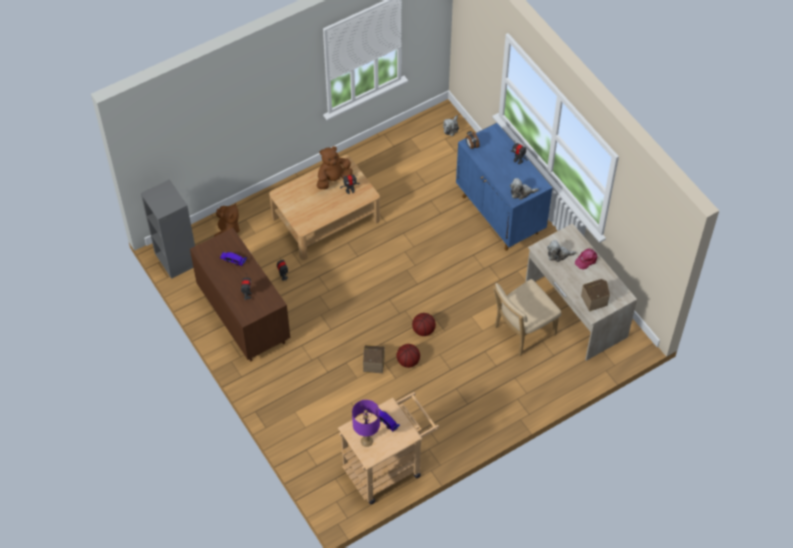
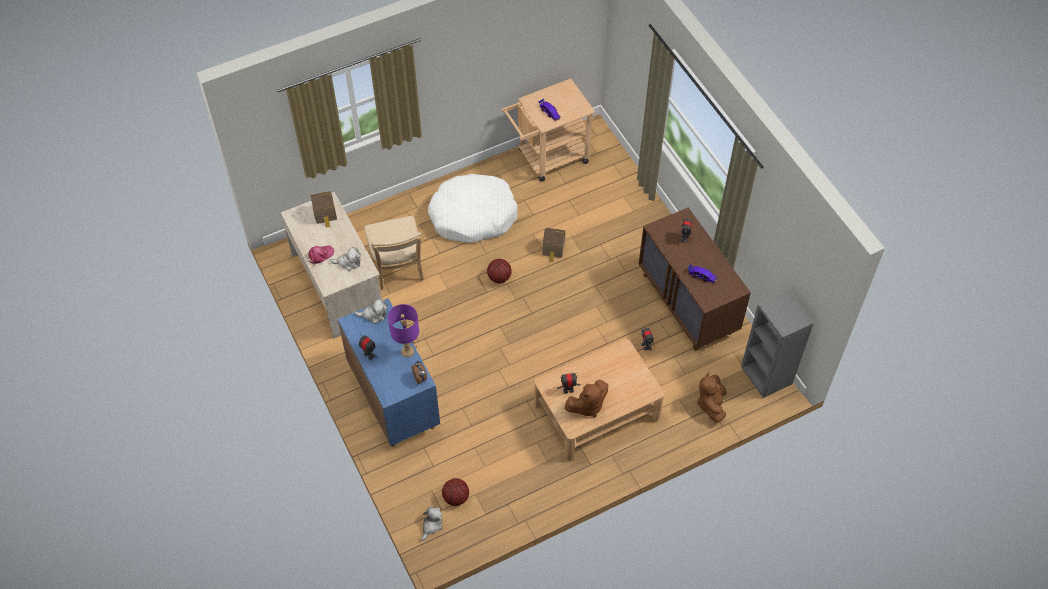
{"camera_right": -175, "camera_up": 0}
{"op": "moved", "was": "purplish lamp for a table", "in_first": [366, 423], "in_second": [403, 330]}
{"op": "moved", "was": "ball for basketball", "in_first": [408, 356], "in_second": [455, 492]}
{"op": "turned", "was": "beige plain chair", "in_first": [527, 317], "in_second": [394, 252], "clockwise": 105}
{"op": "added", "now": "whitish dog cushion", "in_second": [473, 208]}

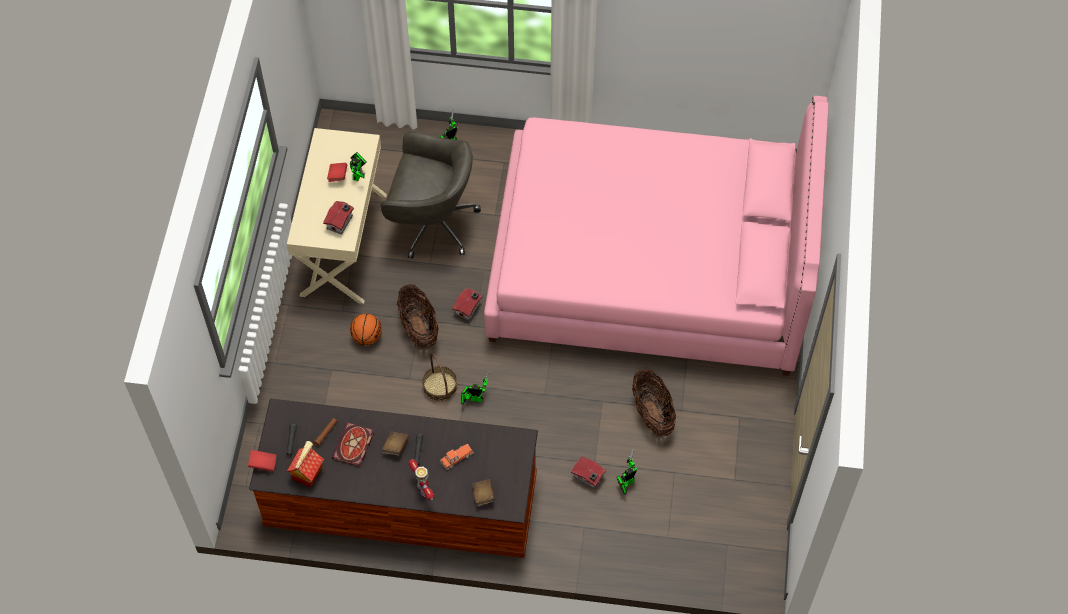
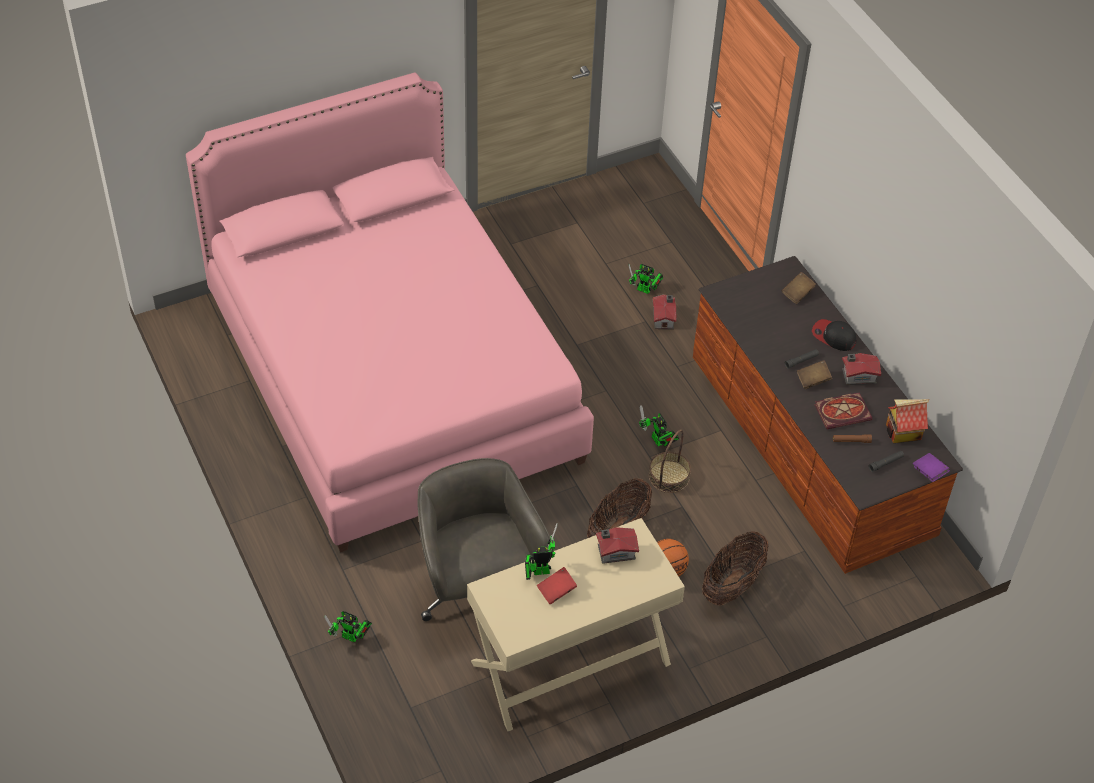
{"camera_right": -125, "camera_up": -10}
{"op": "recoloured", "was": "red-coloured volume", "now": "purplish volume", "in_first": [262, 461], "in_second": [931, 467]}
{"op": "replaced", "was": "robot figure", "now": "baseball cap", "in_first": [422, 479], "in_second": [834, 335]}
{"op": "removed", "was": "toy car", "in_first": [457, 457]}
{"op": "moved", "was": "toy house", "in_first": [467, 304], "in_second": [861, 369]}
{"op": "moved", "was": "basket", "in_first": [654, 402], "in_second": [735, 568]}

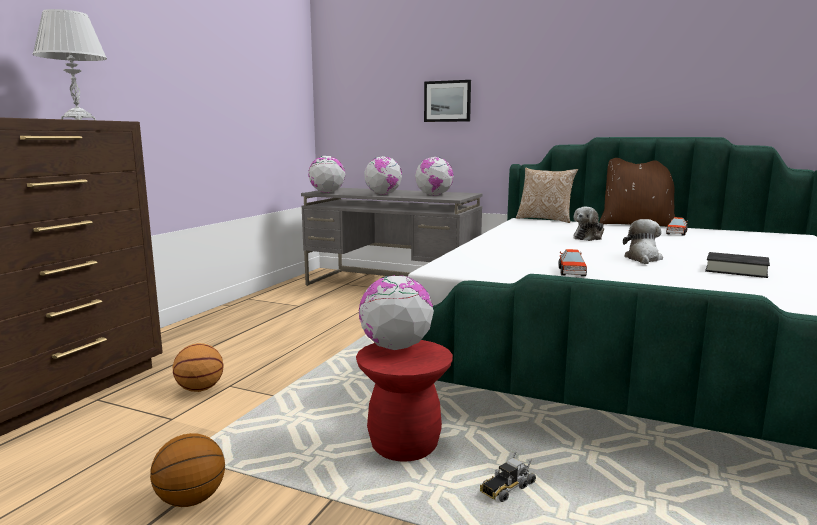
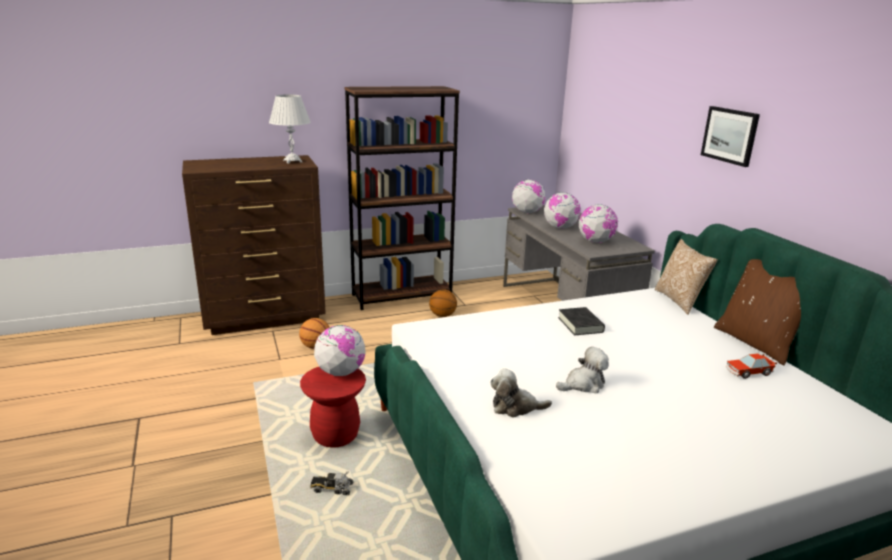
{"camera_right": 45, "camera_up": 10}
{"op": "moved", "was": "ball for basketball", "in_first": [187, 470], "in_second": [443, 303]}
{"op": "moved", "was": "wall art", "in_first": [447, 101], "in_second": [730, 136]}
{"op": "removed", "was": "toy car", "in_first": [572, 262]}
{"op": "moved", "was": "soft toy", "in_first": [589, 224], "in_second": [521, 393]}
{"op": "moved", "was": "blackish volume", "in_first": [737, 265], "in_second": [581, 321]}
{"op": "added", "now": "brown bookcase", "in_second": [402, 198]}

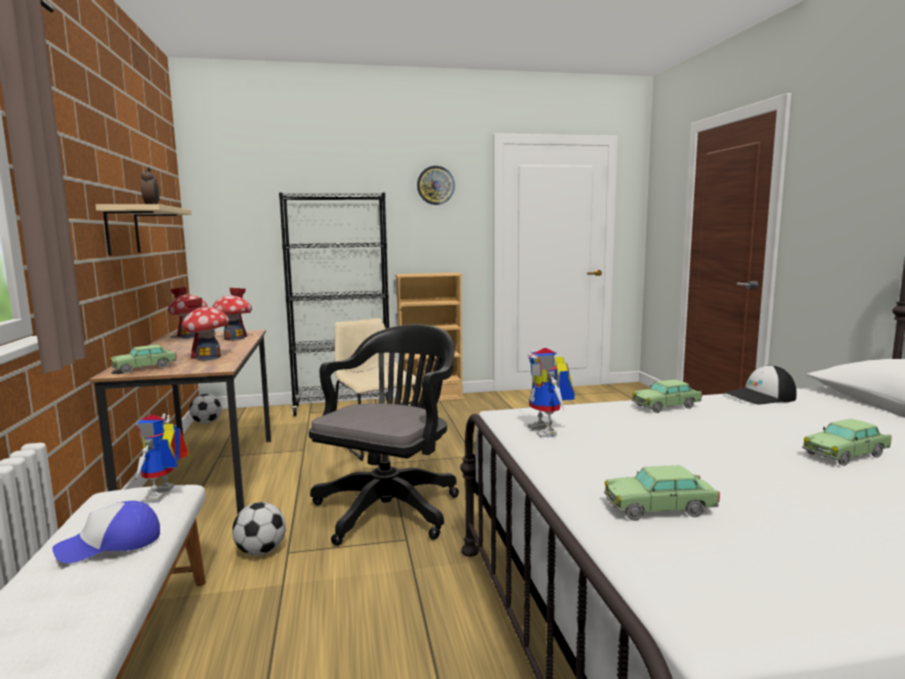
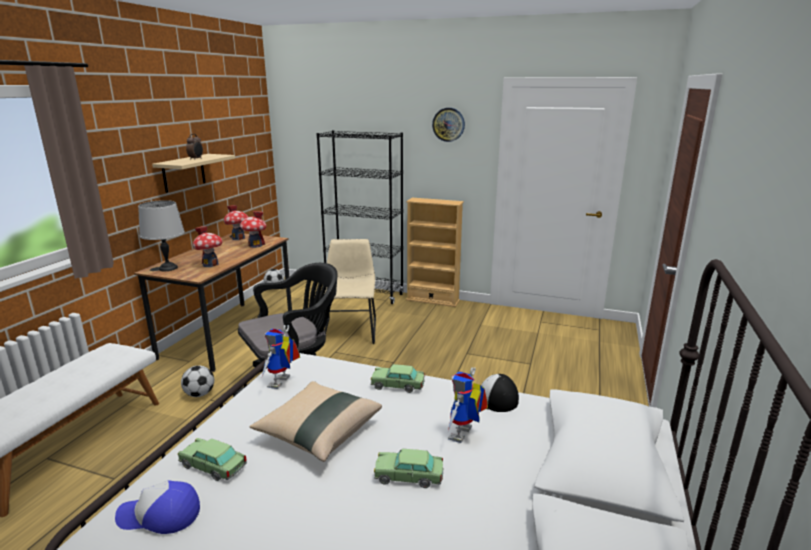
{"camera_right": 30, "camera_up": 10}
{"op": "moved", "was": "baseball cap", "in_first": [106, 532], "in_second": [157, 507]}
{"op": "replaced", "was": "toy car", "now": "grey lamp for a table", "in_first": [144, 359], "in_second": [161, 235]}
{"op": "moved", "was": "robot figure", "in_first": [162, 458], "in_second": [468, 405]}
{"op": "added", "now": "beige pillow", "in_second": [316, 421]}

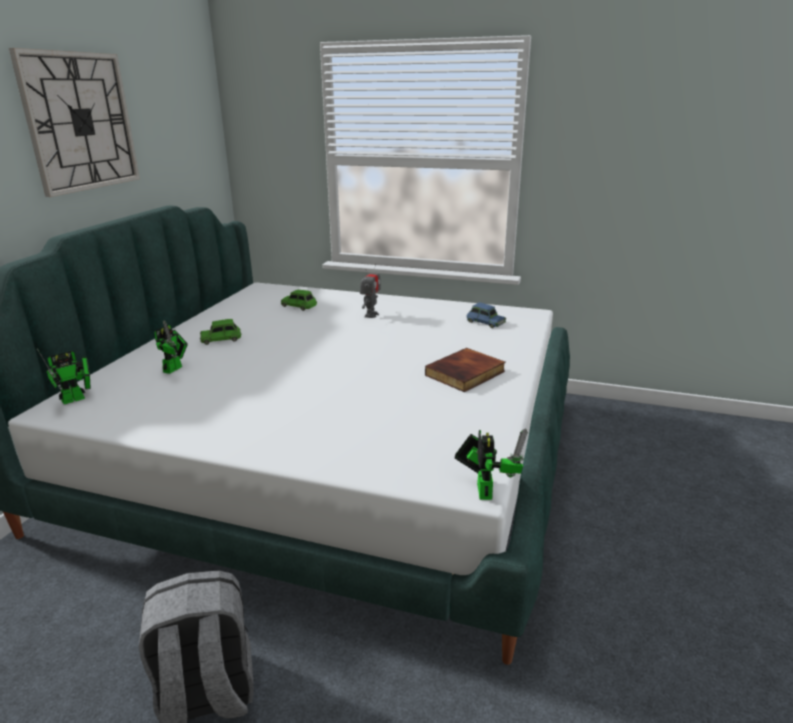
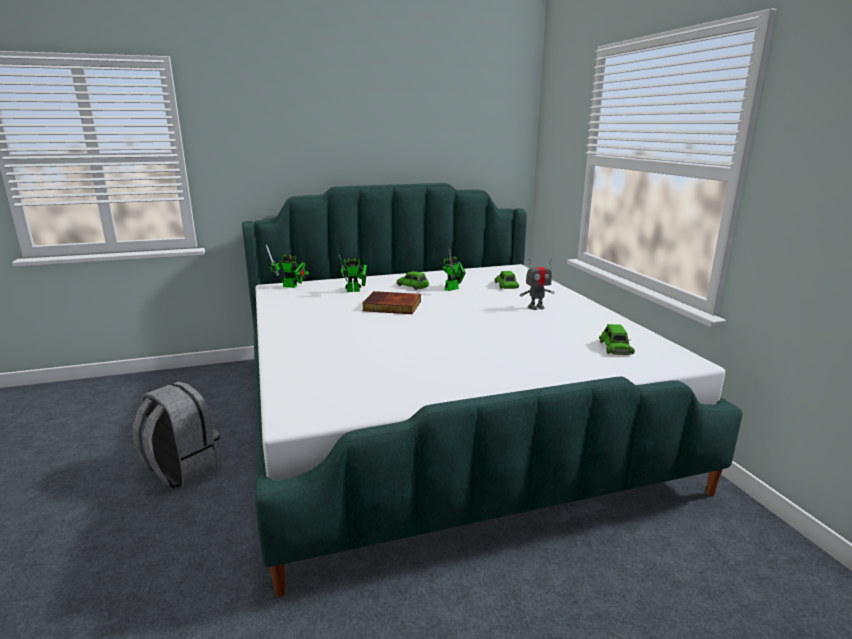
{"camera_right": 55, "camera_up": -5}
{"op": "removed", "was": "wall clock", "in_first": [74, 122]}
{"op": "moved", "was": "volume", "in_first": [465, 370], "in_second": [391, 302]}
{"op": "moved", "was": "robot figure", "in_first": [491, 464], "in_second": [454, 270]}
{"op": "recoloured", "was": "blue toy car", "now": "greenish toy car", "in_first": [486, 315], "in_second": [617, 339]}

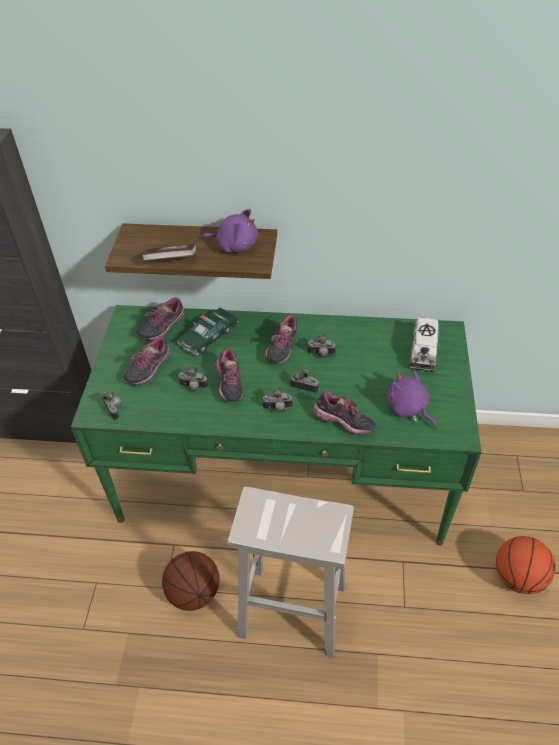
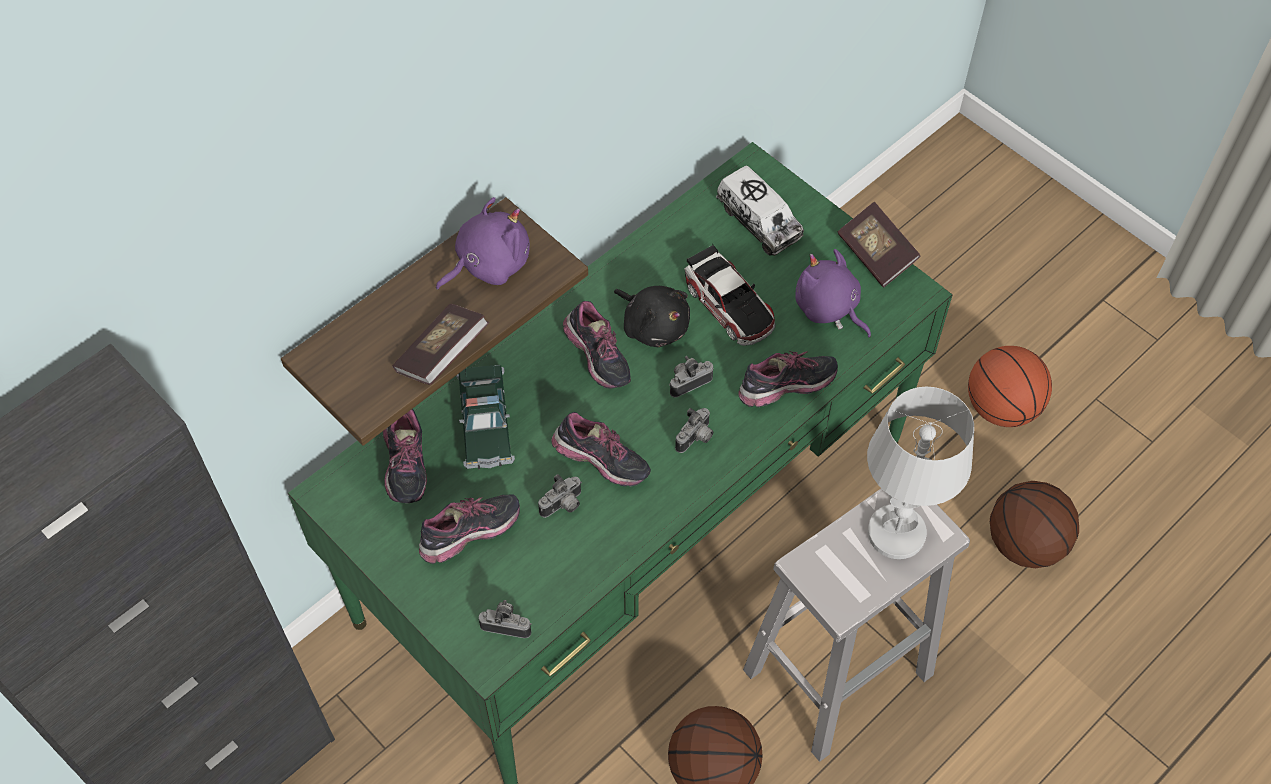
{"camera_right": -50, "camera_up": 10}
{"op": "turned", "was": "item of footwear", "in_first": [147, 361], "in_second": [469, 529], "clockwise": -105}
{"op": "replaced", "was": "photo camera", "now": "blackish soft toy", "in_first": [321, 346], "in_second": [652, 316]}
{"op": "turned", "was": "purplish soft toy", "in_first": [411, 398], "in_second": [833, 293], "clockwise": 45}
{"op": "added", "now": "toy car", "in_second": [729, 295]}
{"op": "added", "now": "volume", "in_second": [879, 244]}
{"op": "added", "now": "whitish lamp for a table", "in_second": [920, 473]}
{"op": "added", "now": "ball for basketball", "in_second": [1034, 524]}

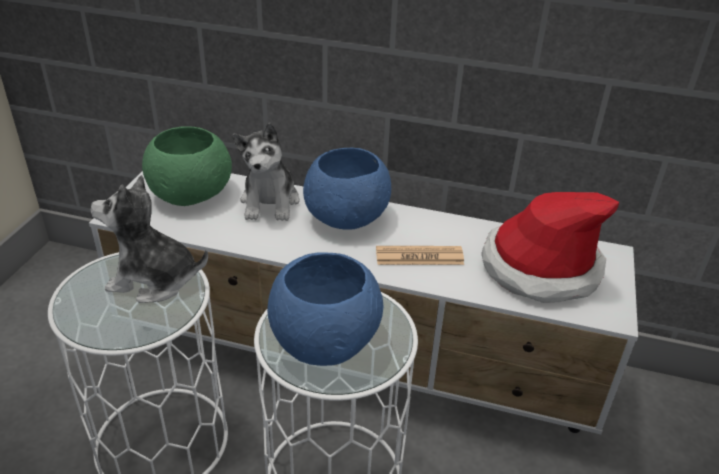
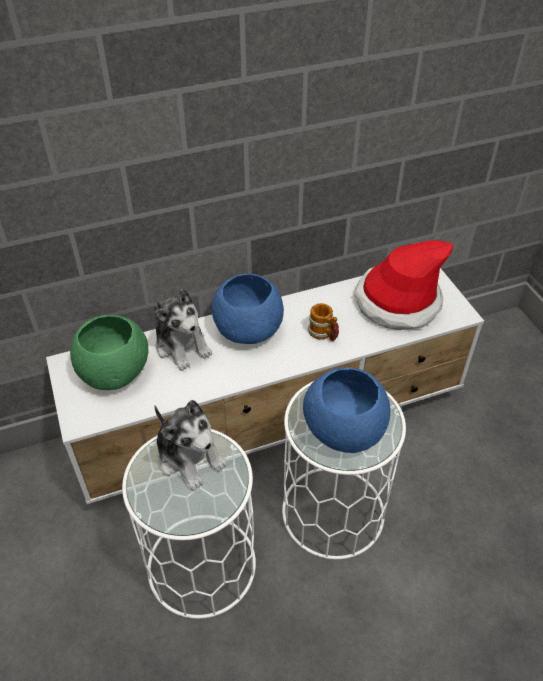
{"camera_right": -35, "camera_up": 10}
{"op": "turned", "was": "soft toy", "in_first": [149, 239], "in_second": [190, 445], "clockwise": -105}
{"op": "replaced", "was": "newspaper", "now": "coffee mug", "in_first": [420, 255], "in_second": [323, 322]}

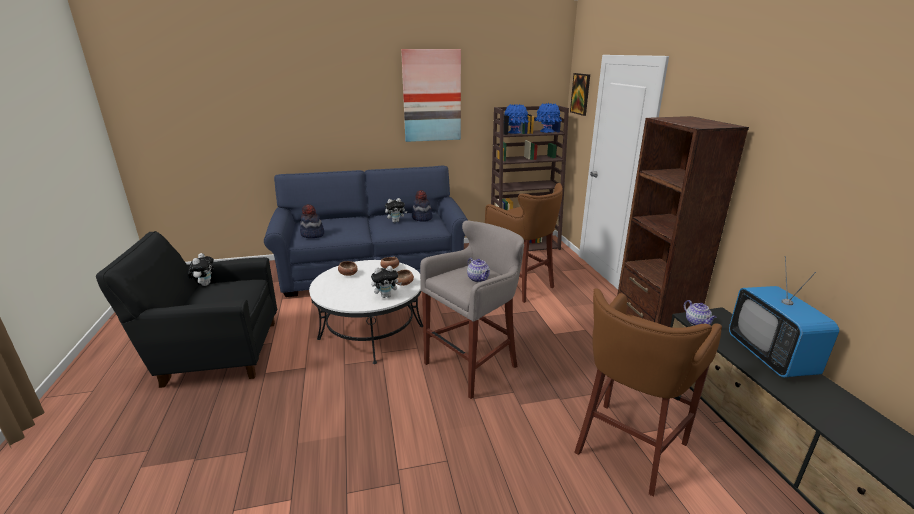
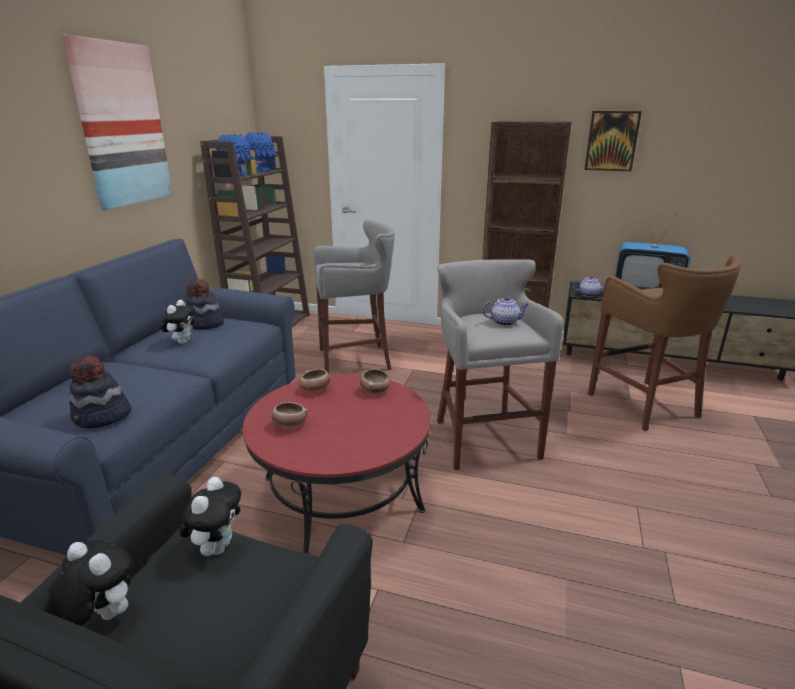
{"camera_right": -60, "camera_up": 0}
{"op": "recoloured", "was": "whitish low table", "now": "red-coloured low table", "in_first": [366, 312], "in_second": [337, 464]}
{"op": "moved", "was": "soft toy", "in_first": [386, 282], "in_second": [210, 516]}
{"op": "recoloured", "was": "brown sitting stool", "now": "grey sitting stool", "in_first": [524, 243], "in_second": [354, 296]}
{"op": "moved", "was": "wall art", "in_first": [580, 94], "in_second": [613, 141]}

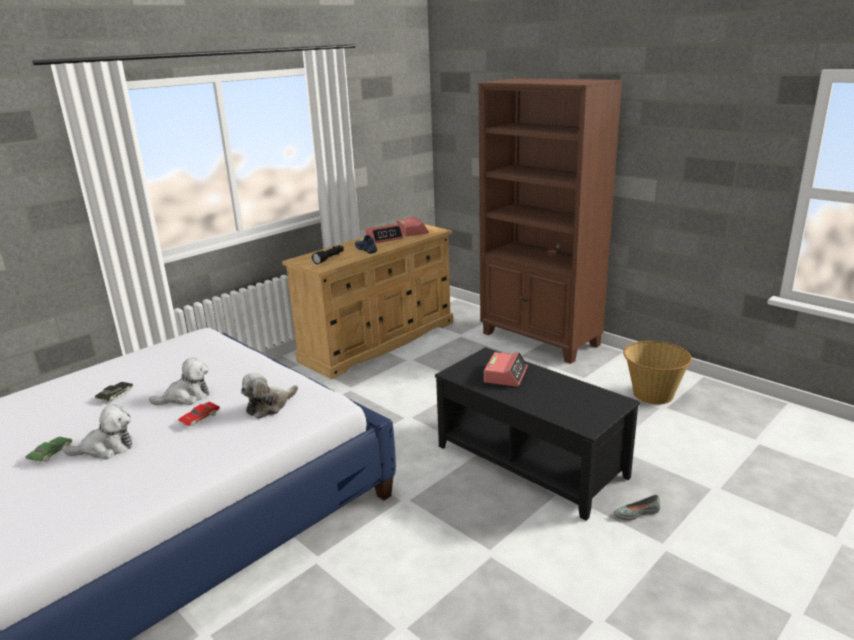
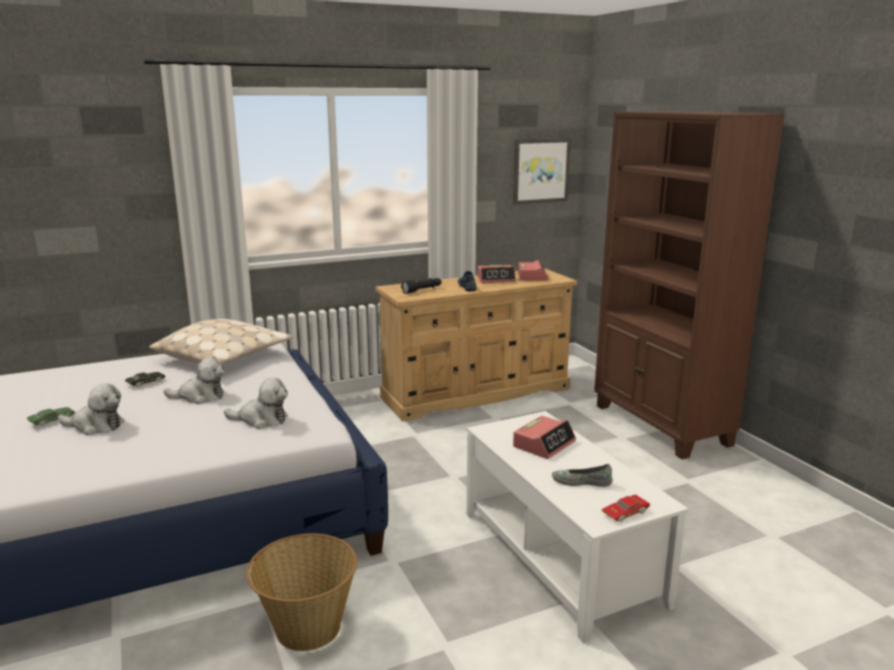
{"camera_right": 20, "camera_up": -5}
{"op": "moved", "was": "red-coloured toy car", "in_first": [199, 414], "in_second": [625, 508]}
{"op": "turned", "was": "soft toy", "in_first": [269, 396], "in_second": [256, 403], "clockwise": -150}
{"op": "recoloured", "was": "blackish low table", "now": "whitish low table", "in_first": [537, 434], "in_second": [577, 527]}
{"op": "moved", "was": "grey item of footwear", "in_first": [637, 507], "in_second": [582, 475]}
{"op": "moved", "was": "basket", "in_first": [657, 372], "in_second": [301, 592]}
{"op": "added", "now": "beige pillow", "in_second": [221, 341]}
{"op": "added", "now": "wall art", "in_second": [542, 171]}

